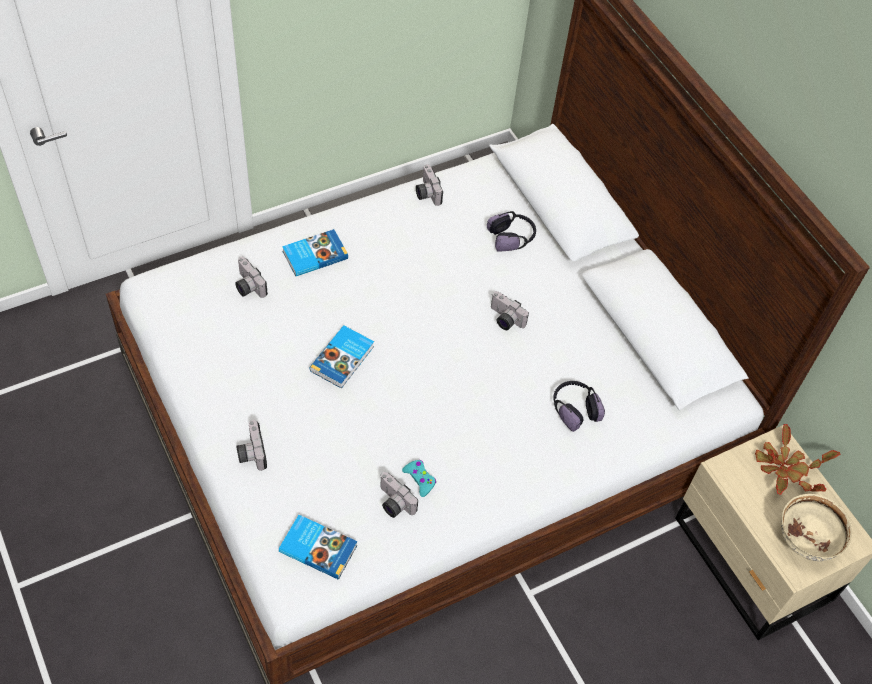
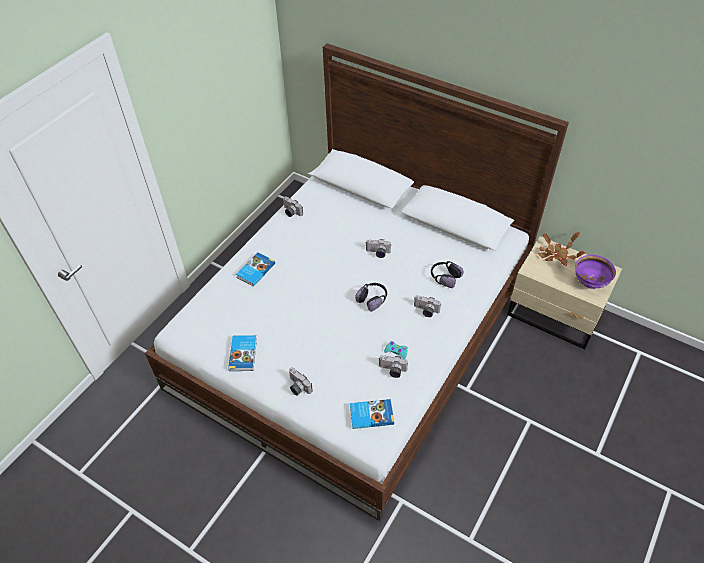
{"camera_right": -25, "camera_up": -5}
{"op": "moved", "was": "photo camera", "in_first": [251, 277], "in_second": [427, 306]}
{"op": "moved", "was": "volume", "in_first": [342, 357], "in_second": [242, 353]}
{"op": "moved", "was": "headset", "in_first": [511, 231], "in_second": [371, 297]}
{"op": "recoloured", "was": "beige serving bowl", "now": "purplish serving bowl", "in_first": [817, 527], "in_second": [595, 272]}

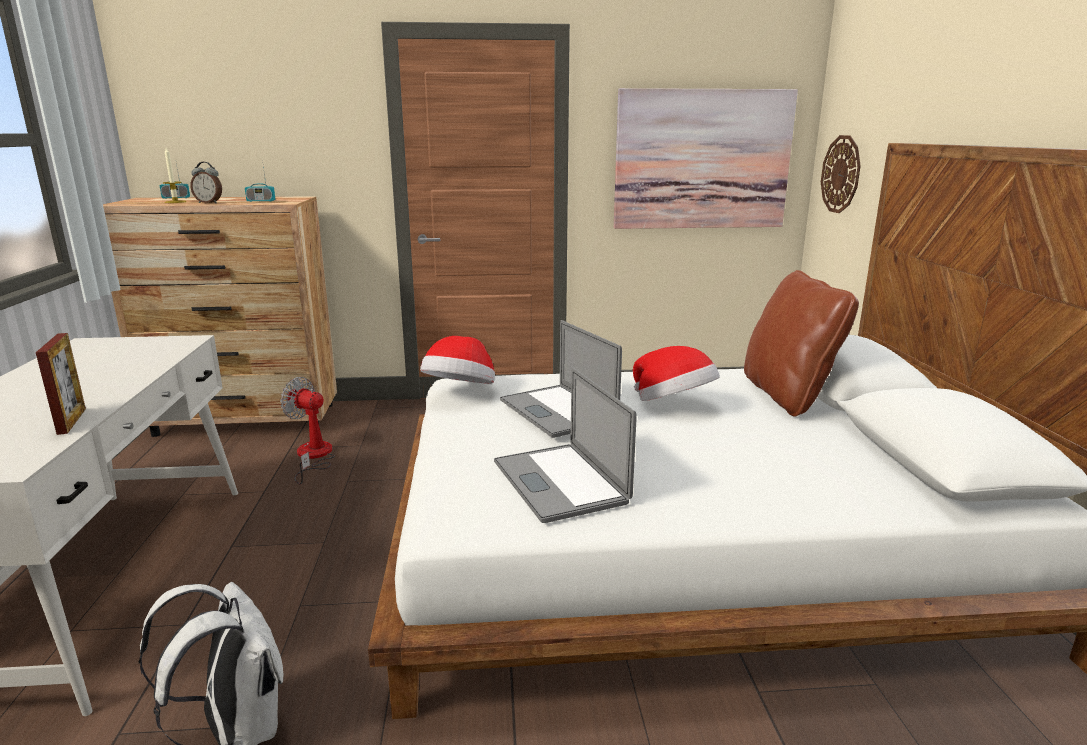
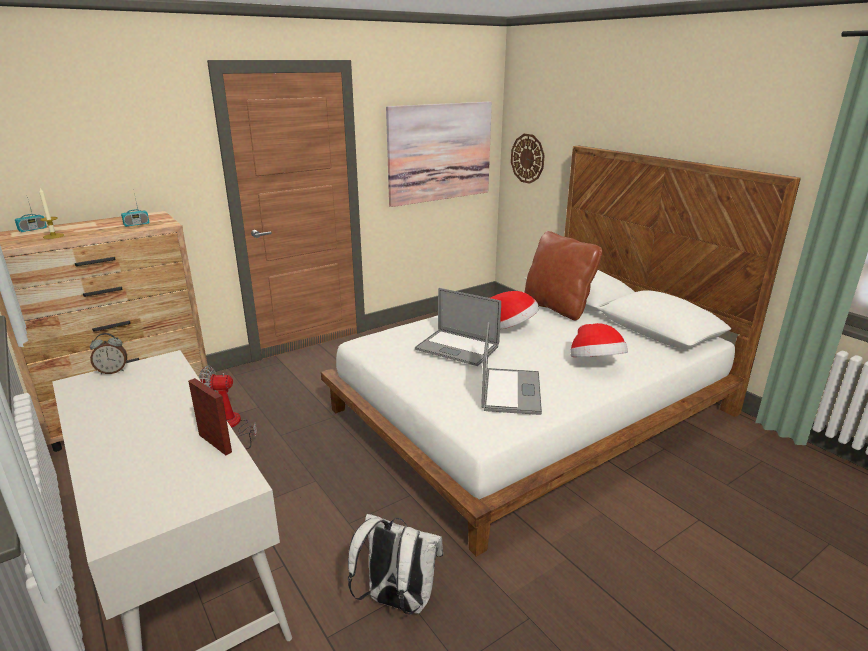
{"camera_right": -30, "camera_up": 5}
{"op": "moved", "was": "alarm clock", "in_first": [206, 182], "in_second": [108, 353]}
{"op": "moved", "was": "hat", "in_first": [457, 360], "in_second": [599, 340]}
{"op": "turned", "was": "laptop", "in_first": [565, 445], "in_second": [511, 368], "clockwise": -120}

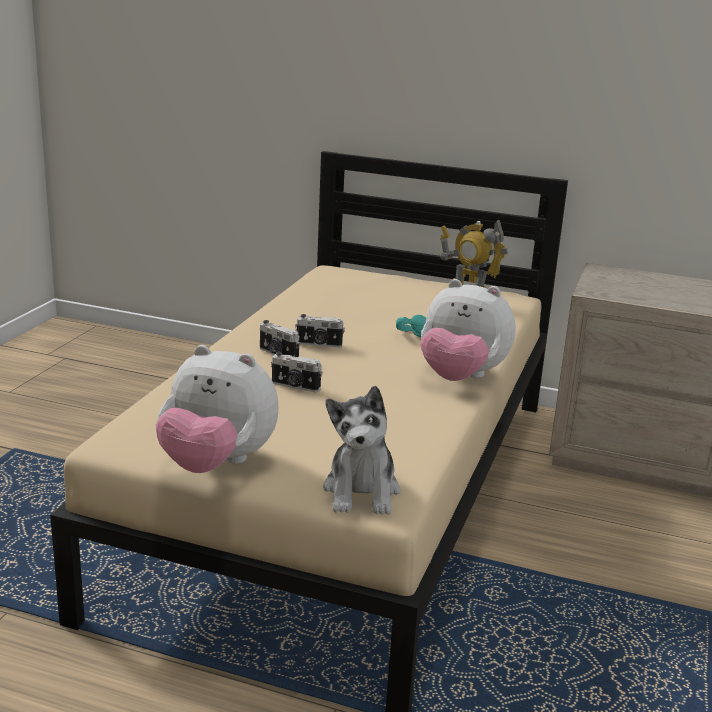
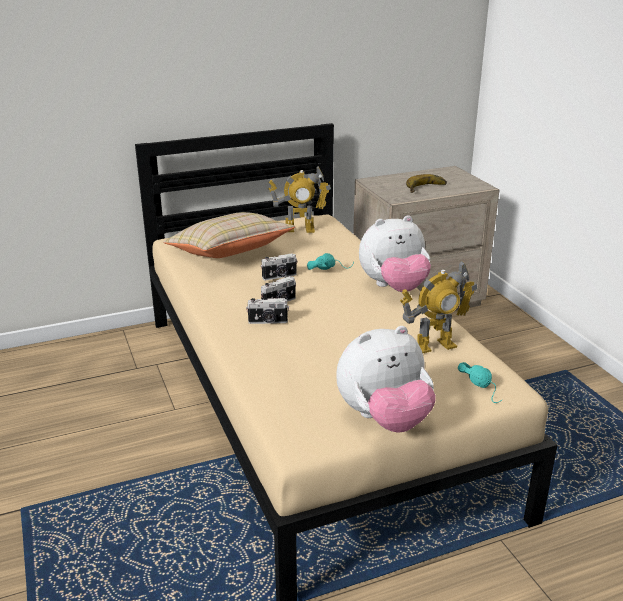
{"camera_right": -40, "camera_up": 5}
{"op": "moved", "was": "photo camera", "in_first": [297, 372], "in_second": [279, 266]}
{"op": "replaced", "was": "soft toy", "now": "blue-green headset", "in_first": [361, 450], "in_second": [480, 382]}
{"op": "added", "now": "beige pillow", "in_second": [229, 235]}
{"op": "added", "now": "robot figure", "in_second": [438, 306]}
{"op": "added", "now": "banana", "in_second": [426, 183]}

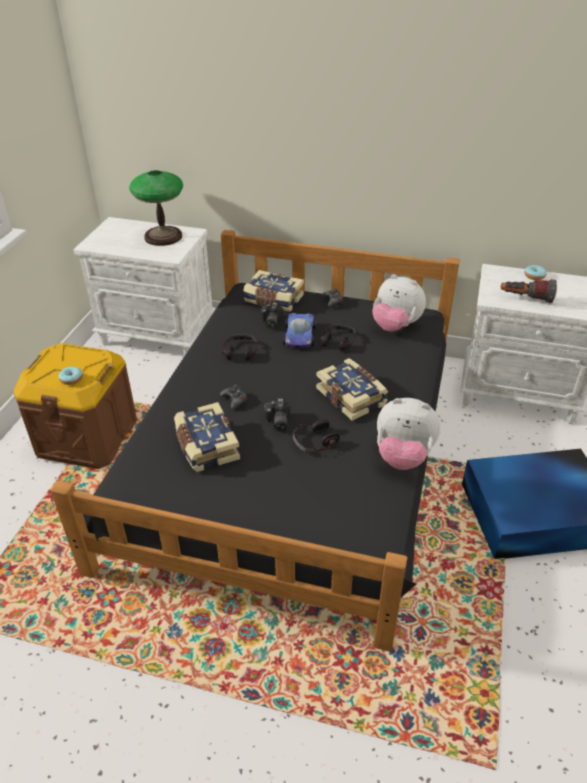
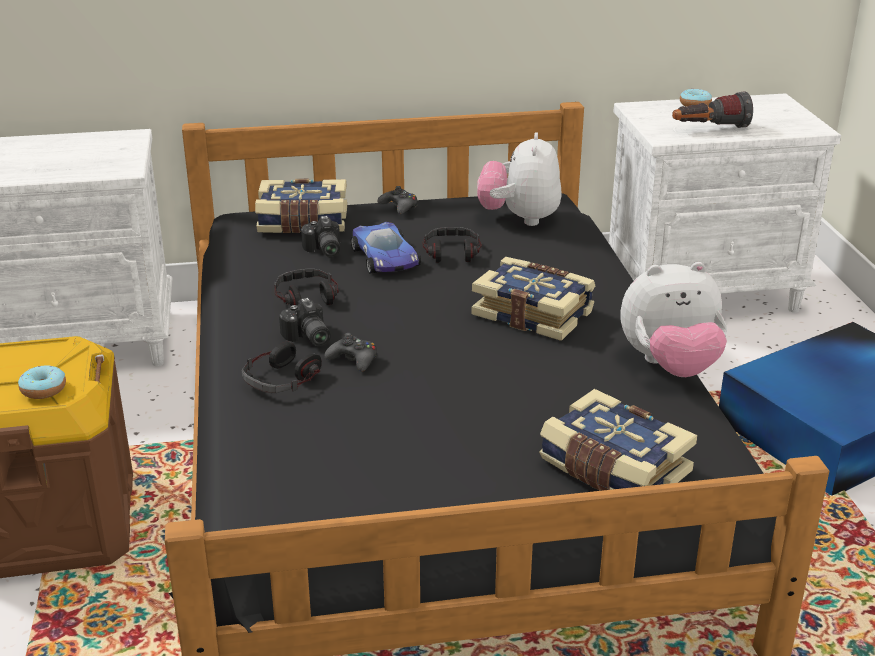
{"camera_right": -25, "camera_up": -10}
{"op": "removed", "was": "lamp for a table", "in_first": [156, 208]}
{"op": "moved", "was": "volume", "in_first": [207, 437], "in_second": [618, 440]}
{"op": "moved", "was": "photo camera", "in_first": [277, 414], "in_second": [305, 322]}
{"op": "moved", "was": "headset", "in_first": [316, 436], "in_second": [282, 367]}
{"op": "turned", "was": "soft toy", "in_first": [399, 303], "in_second": [519, 179], "clockwise": 90}

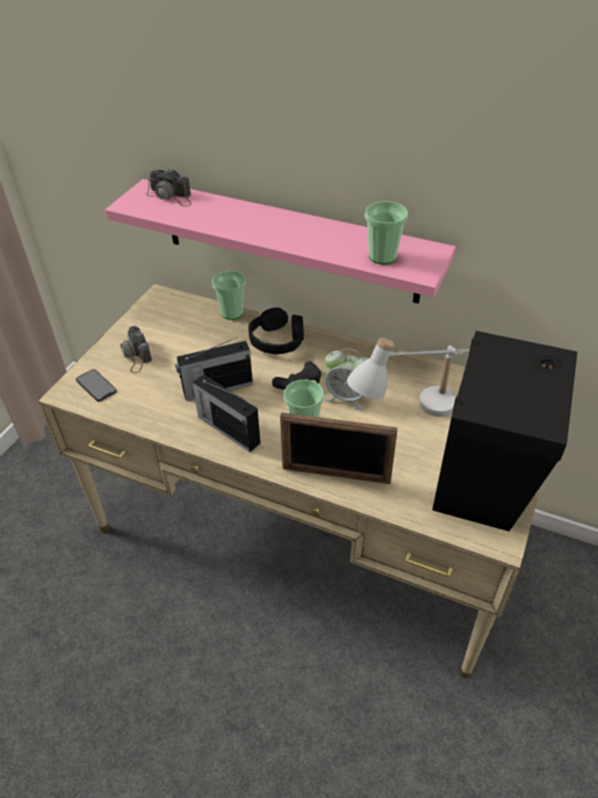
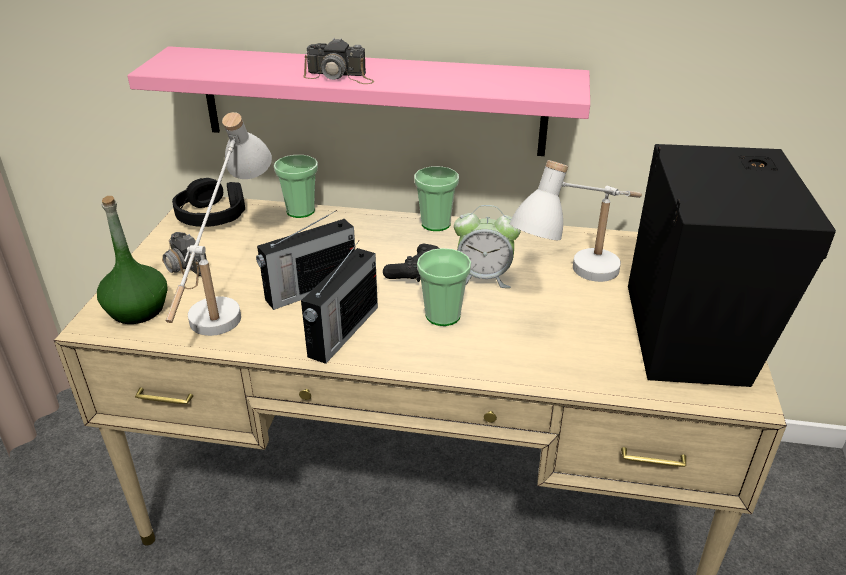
{"camera_right": -15, "camera_up": -10}
{"op": "replaced", "was": "handset", "now": "greenish drink bottle", "in_first": [96, 385], "in_second": [132, 260]}
{"op": "moved", "was": "photo camera", "in_first": [169, 187], "in_second": [338, 61]}
{"op": "turned", "was": "radio receiver", "in_first": [226, 413], "in_second": [339, 302], "clockwise": -90}
{"op": "moved", "was": "blackish headset", "in_first": [276, 330], "in_second": [208, 202]}
{"op": "removed", "was": "standing frame", "in_first": [339, 448]}
{"op": "moved", "was": "small cup", "in_first": [386, 233], "in_second": [436, 198]}
{"op": "added", "now": "whitish lamp for a table", "in_second": [218, 224]}

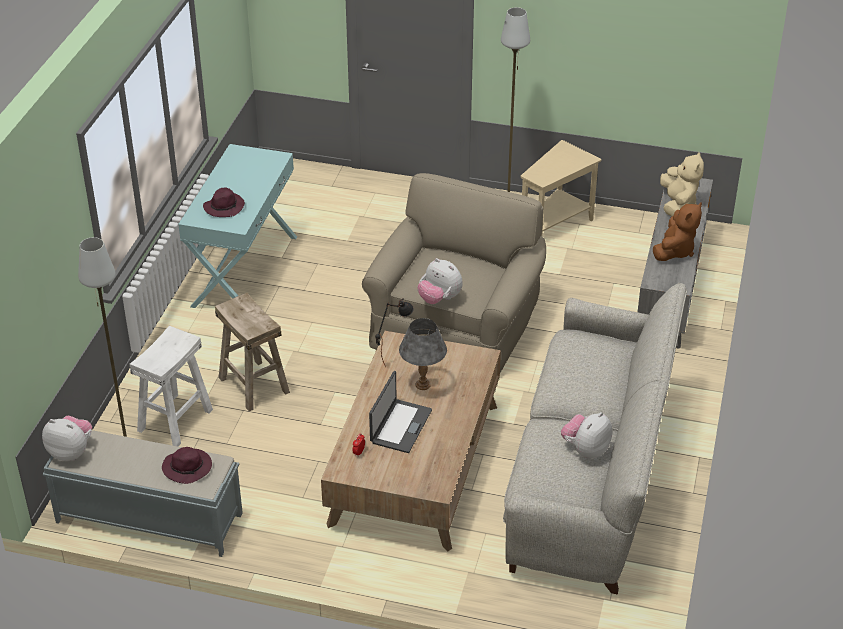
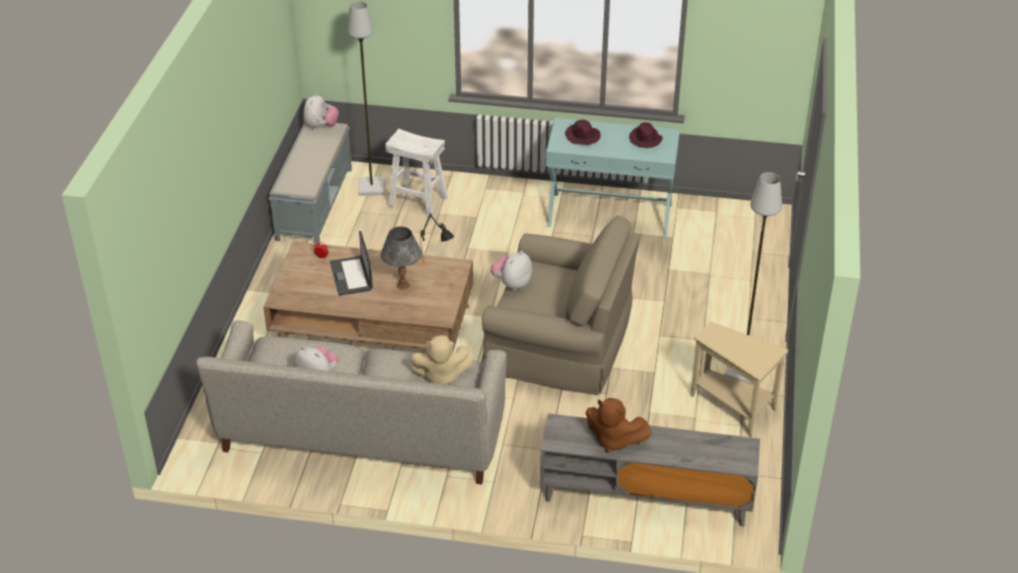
{"camera_right": 85, "camera_up": 0}
{"op": "moved", "was": "purplish hat", "in_first": [187, 465], "in_second": [646, 135]}
{"op": "removed", "was": "beige sitting stool", "in_first": [252, 352]}
{"op": "turned", "was": "laptop", "in_first": [400, 412], "in_second": [351, 263], "clockwise": 60}
{"op": "moved", "was": "beige soft toy", "in_first": [682, 184], "in_second": [442, 360]}

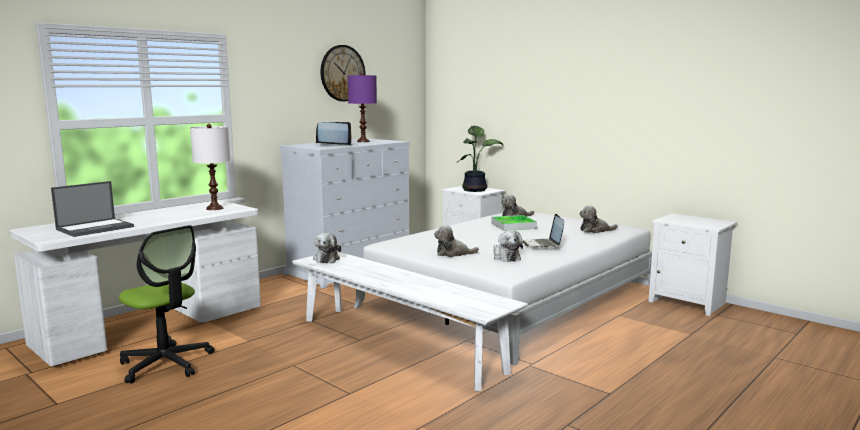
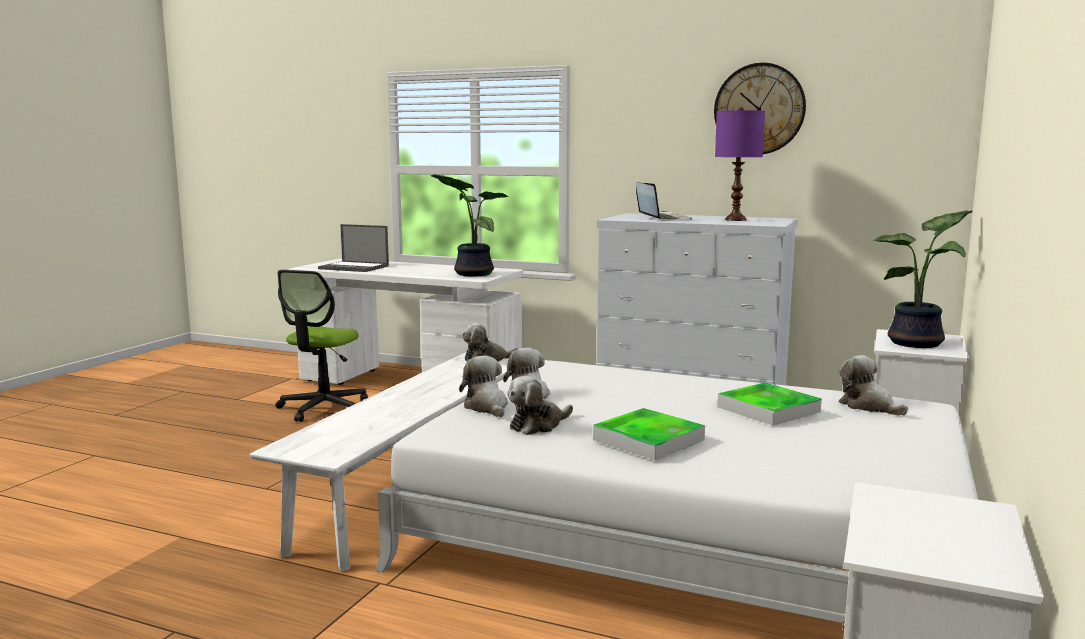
{"camera_right": 70, "camera_up": 0}
{"op": "replaced", "was": "whitish lamp for a table", "now": "houseplant", "in_first": [210, 167], "in_second": [470, 225]}
{"op": "replaced", "was": "laptop", "now": "tray", "in_first": [543, 231], "in_second": [649, 434]}
{"op": "moved", "was": "soft toy", "in_first": [598, 219], "in_second": [483, 386]}

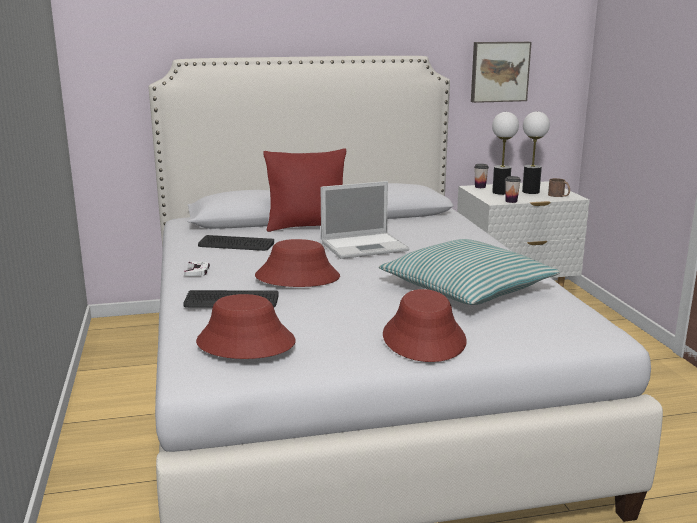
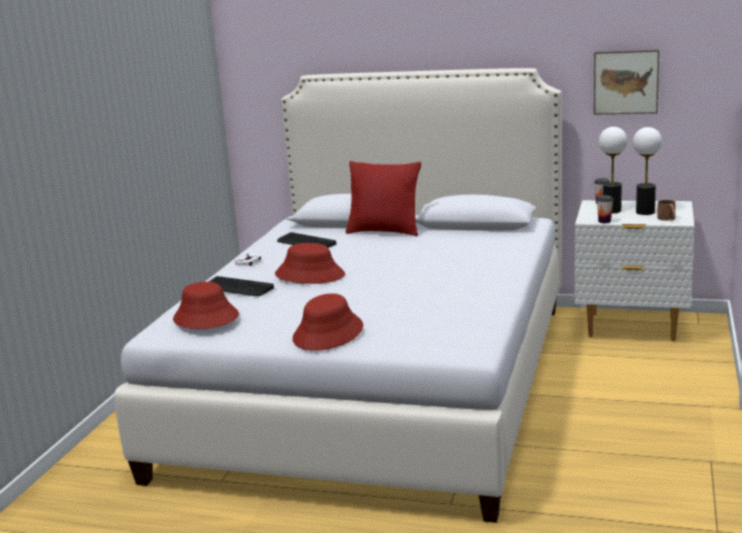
{"camera_right": 30, "camera_up": 0}
{"op": "removed", "was": "laptop", "in_first": [365, 220]}
{"op": "removed", "was": "pillow", "in_first": [469, 272]}

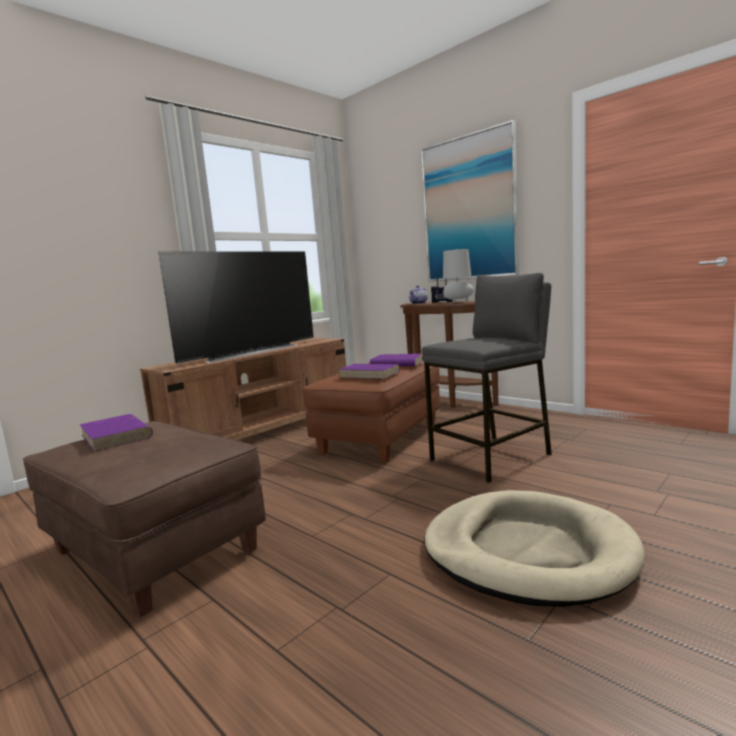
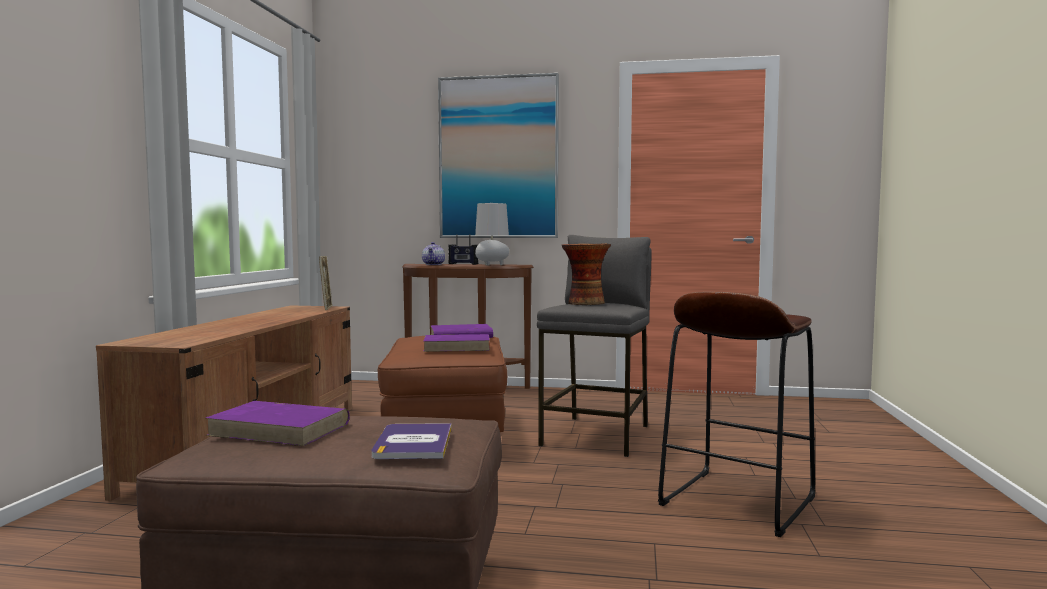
{"camera_right": -35, "camera_up": -5}
{"op": "removed", "was": "TV set", "in_first": [236, 307]}
{"op": "replaced", "was": "beige dog cushion", "now": "brown sitting stool", "in_first": [534, 548], "in_second": [736, 414]}
{"op": "added", "now": "standing frame", "in_second": [325, 283]}
{"op": "added", "now": "volume", "in_second": [411, 441]}
{"op": "added", "now": "flower vase", "in_second": [586, 274]}

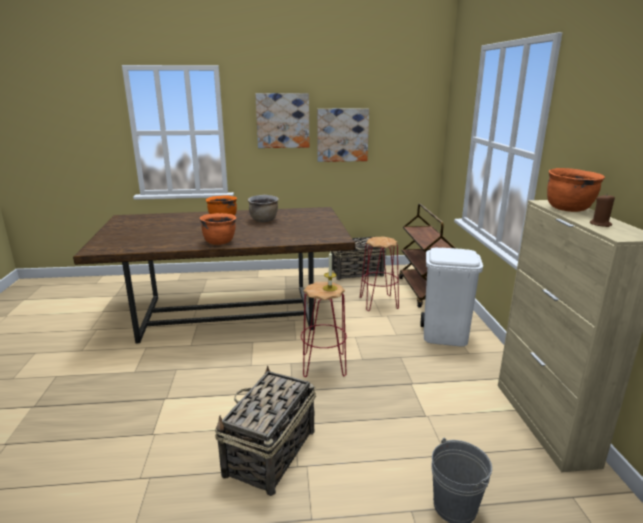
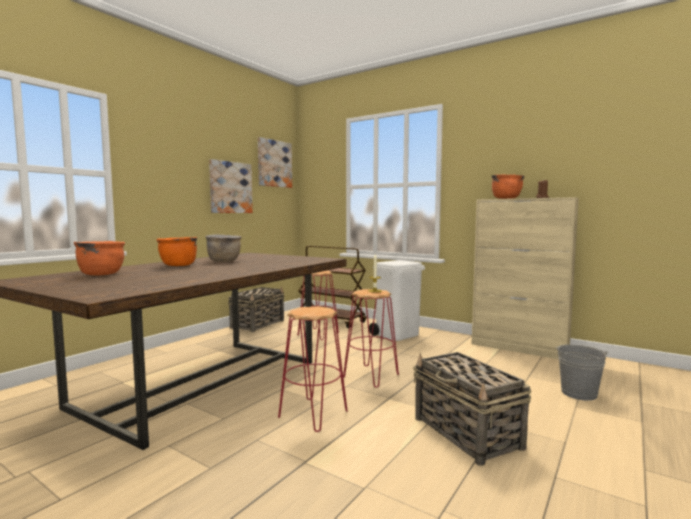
{"camera_right": -50, "camera_up": -15}
{"op": "moved", "was": "orange-coloured stockpot", "in_first": [218, 229], "in_second": [99, 258]}
{"op": "moved", "was": "wall art", "in_first": [282, 120], "in_second": [275, 162]}
{"op": "added", "now": "red-coloured sitting stool", "in_second": [313, 369]}

